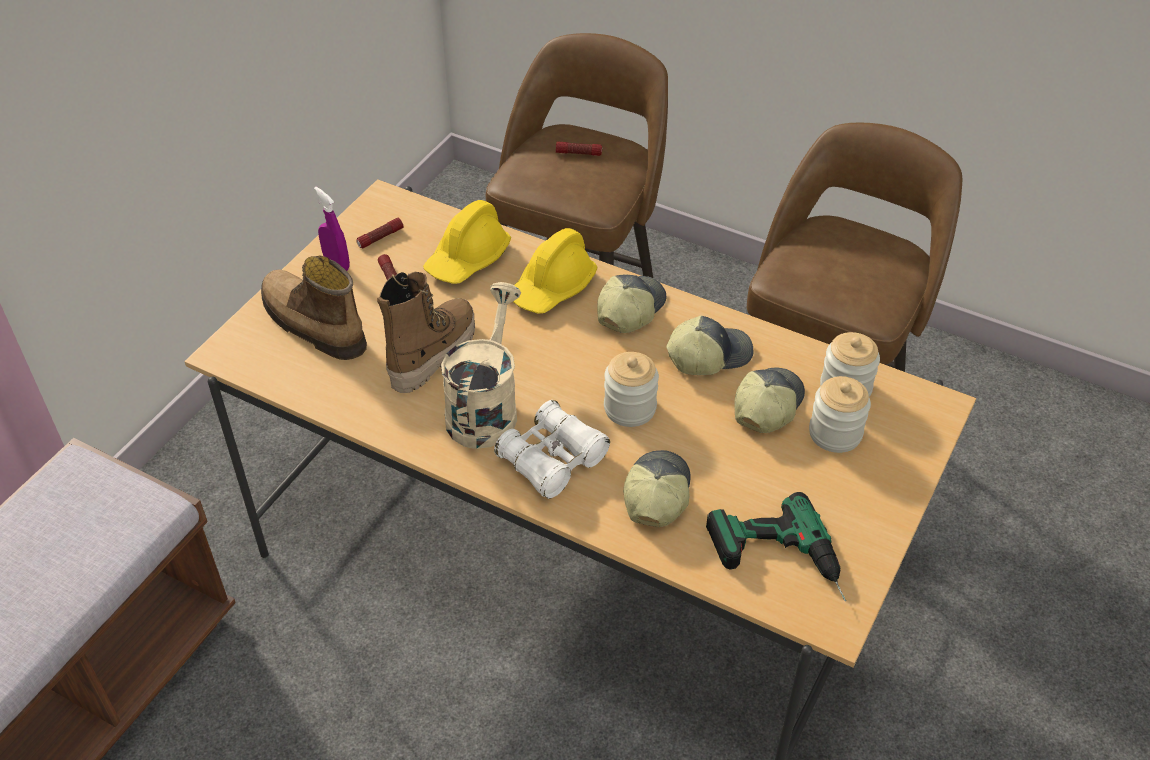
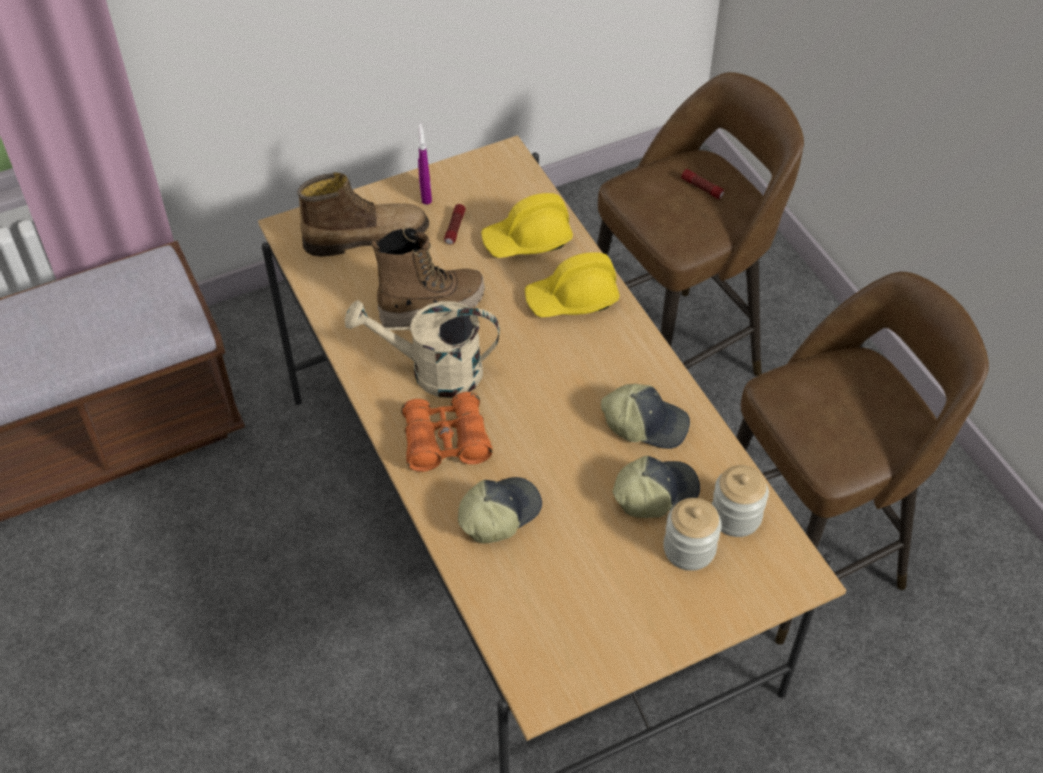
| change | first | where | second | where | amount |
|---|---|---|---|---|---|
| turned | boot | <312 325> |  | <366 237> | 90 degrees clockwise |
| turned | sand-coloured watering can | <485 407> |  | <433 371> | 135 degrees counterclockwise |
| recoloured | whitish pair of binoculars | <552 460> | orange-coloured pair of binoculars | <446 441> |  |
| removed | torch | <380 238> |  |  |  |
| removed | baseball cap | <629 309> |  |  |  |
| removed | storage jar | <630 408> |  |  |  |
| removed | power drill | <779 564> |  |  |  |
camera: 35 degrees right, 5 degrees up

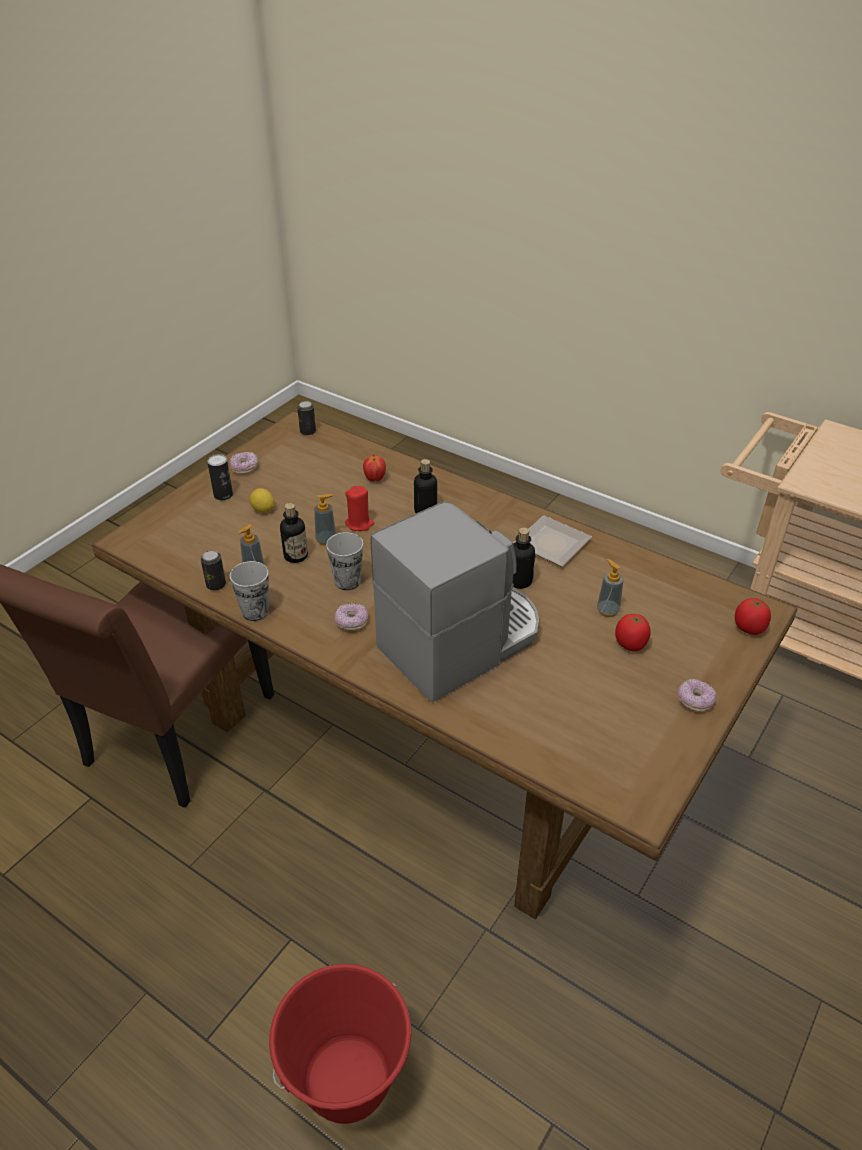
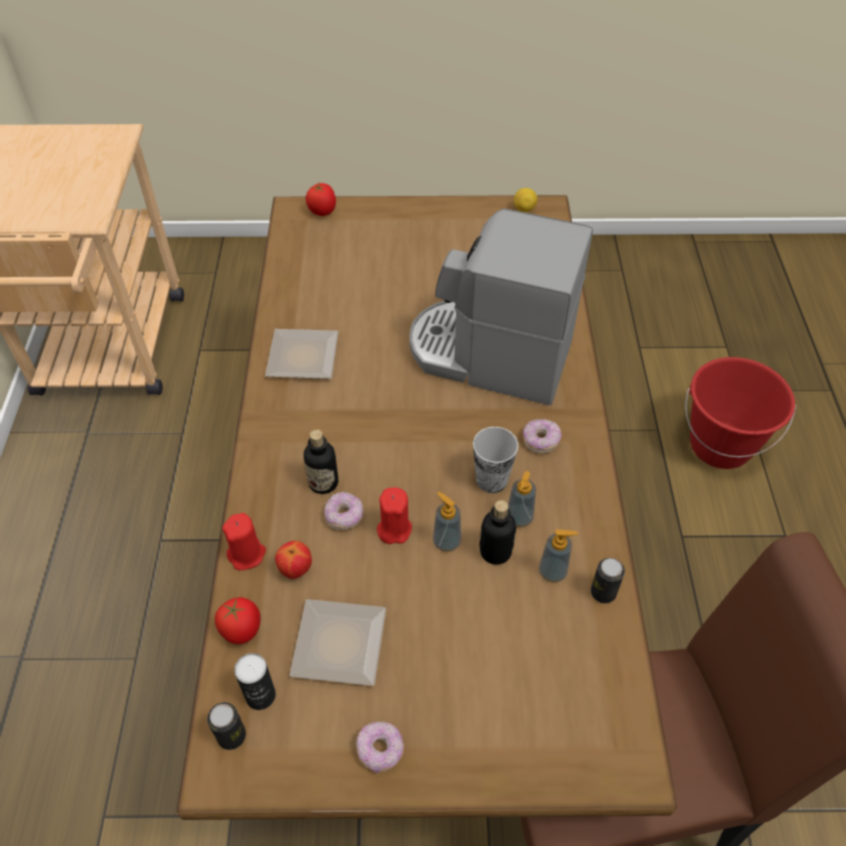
| change | first | where | second | where | amount |
|---|---|---|---|---|---|
| moved | whole tomato | <630 644> |  | <242 629> |  |
| added |  |  | reddish wax light | <247 554> |  |
| moved | sealed can | <223 495> |  | <260 695> |  |
| added |  |  | flat dish | <336 647> |  |
| moved | donut | <695 701> |  | <344 516> |  |
| moved | liquid soap bottle | <607 610> |  | <519 518> |  |
| moved | citrus fruit | <263 510> |  | <524 209> |  |
| removed | drinking cup | <255 611> |  |  |  |
| removed | beverage bottle | <519 581> |  |  |  |
camera: 125 degrees left, 10 degrees up

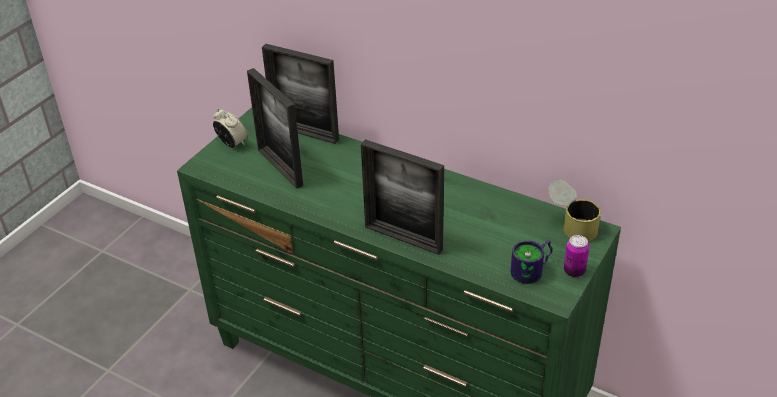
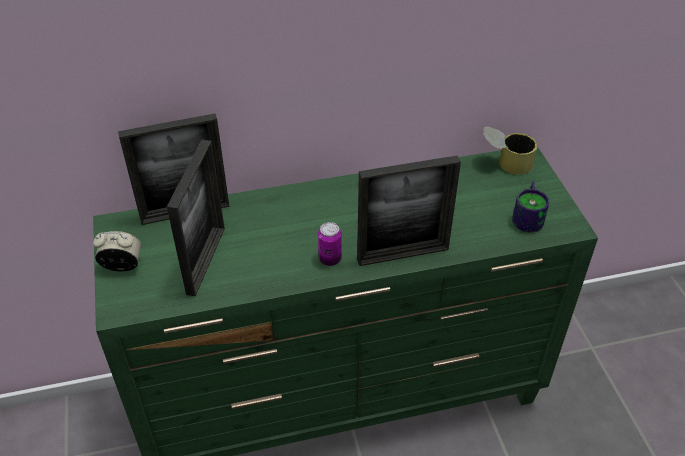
| change | first | where | second | where | amount |
|---|---|---|---|---|---|
| turned | picture frame | <280 167> |  | <206 260> | 90 degrees counterclockwise |
| moved | sealed can | <574 271> |  | <330 259> |  |
camera: 45 degrees left, 5 degrees up

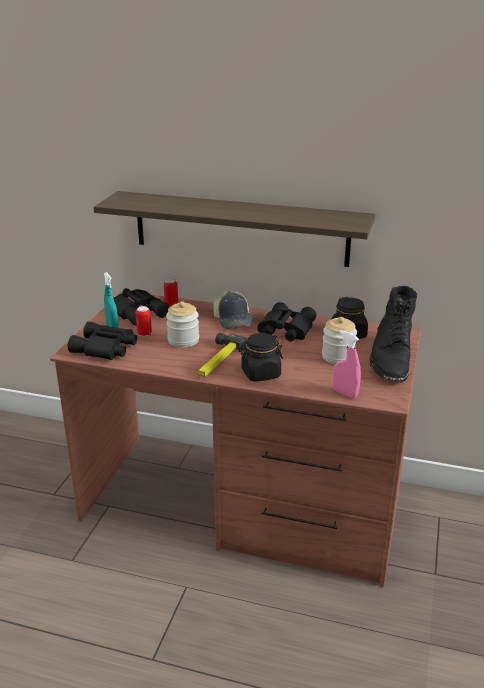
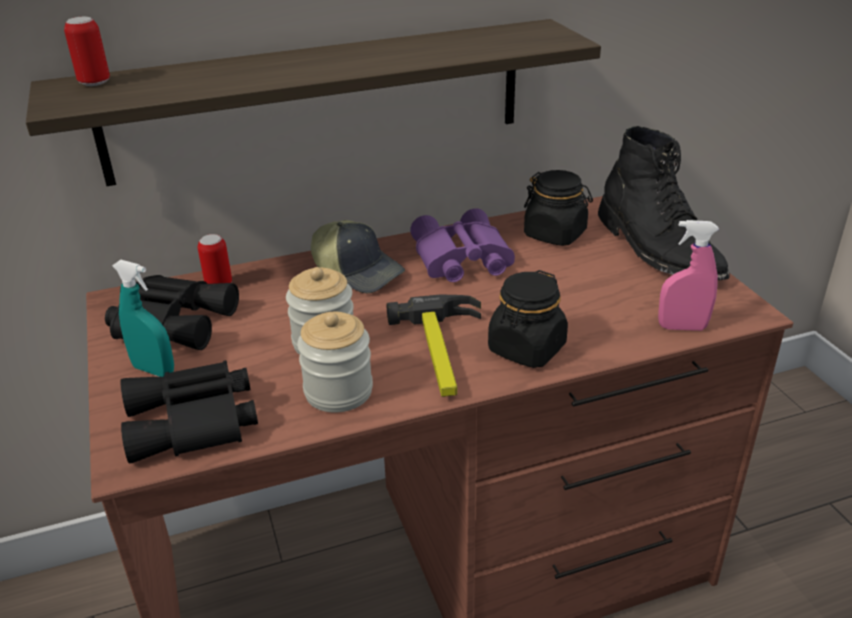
| change | first | where | second | where | amount |
|---|---|---|---|---|---|
| moved | sealed can | <144 334> |  | <94 82> |  |
| moved | storage jar | <338 357> |  | <338 391> |  |
| recoloured | black pair of binoculars | <285 330> | purple pair of binoculars | <460 260> |  |
camera: 35 degrees left, 5 degrees up

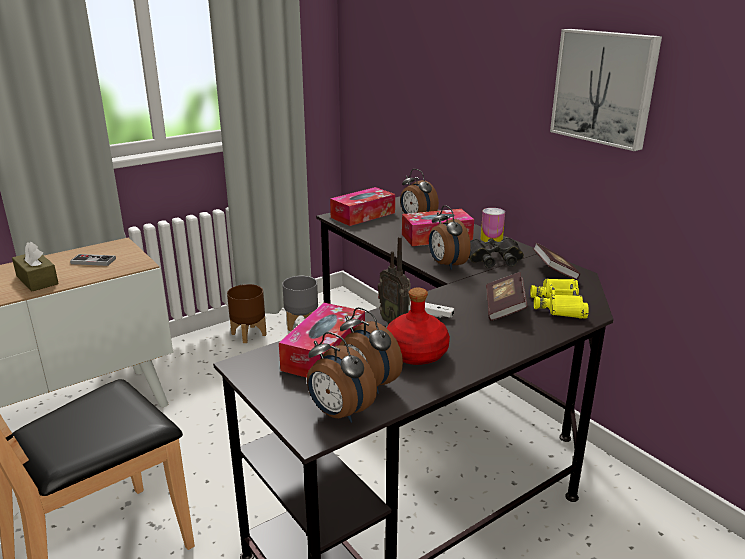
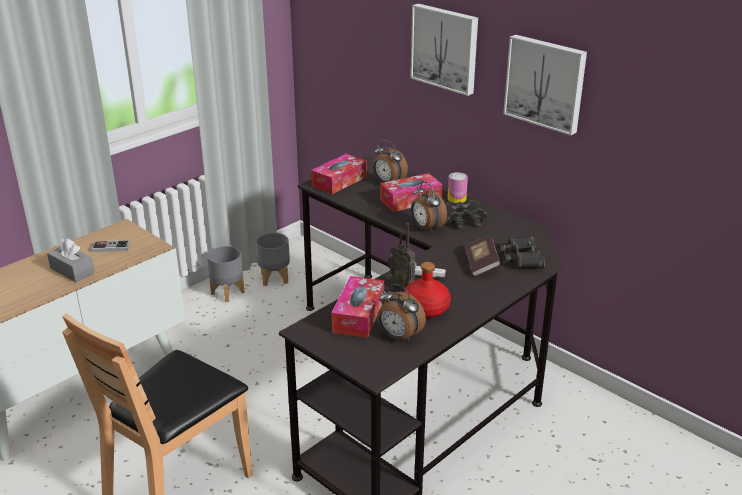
| change | first | where | second | where | amount |
|---|---|---|---|---|---|
| recoloured | brownish box of tissues | <37 280> | grey box of tissues | <72 270> |  |
| recoloured | brownish plant pot | <249 334> | grey plant pot | <228 293> |  |
| added |  |  | wall picture | <445 48> |  |
| recoloured | yellowish pair of binoculars | <559 304> | black pair of binoculars | <521 257> |  |
| removed | bedside clock | <339 414> |  |  |  |
| removed | volume | <554 272> |  |  |  |
camera: 10 degrees left, 5 degrees up

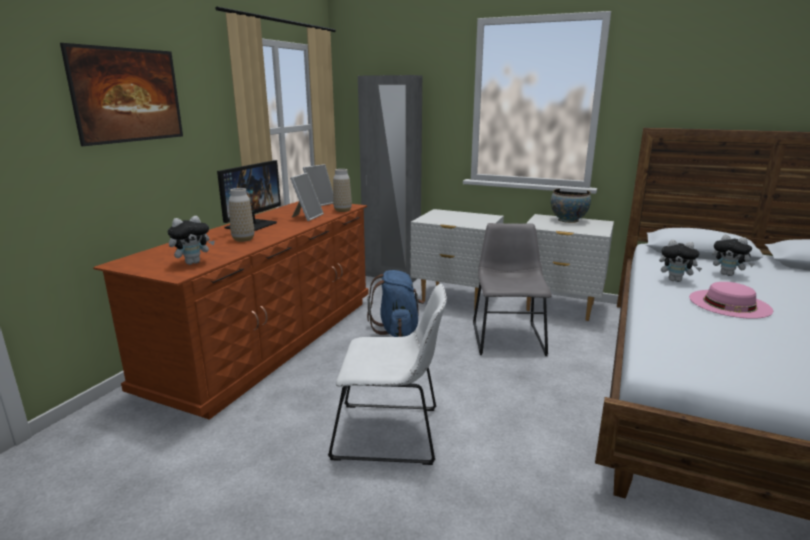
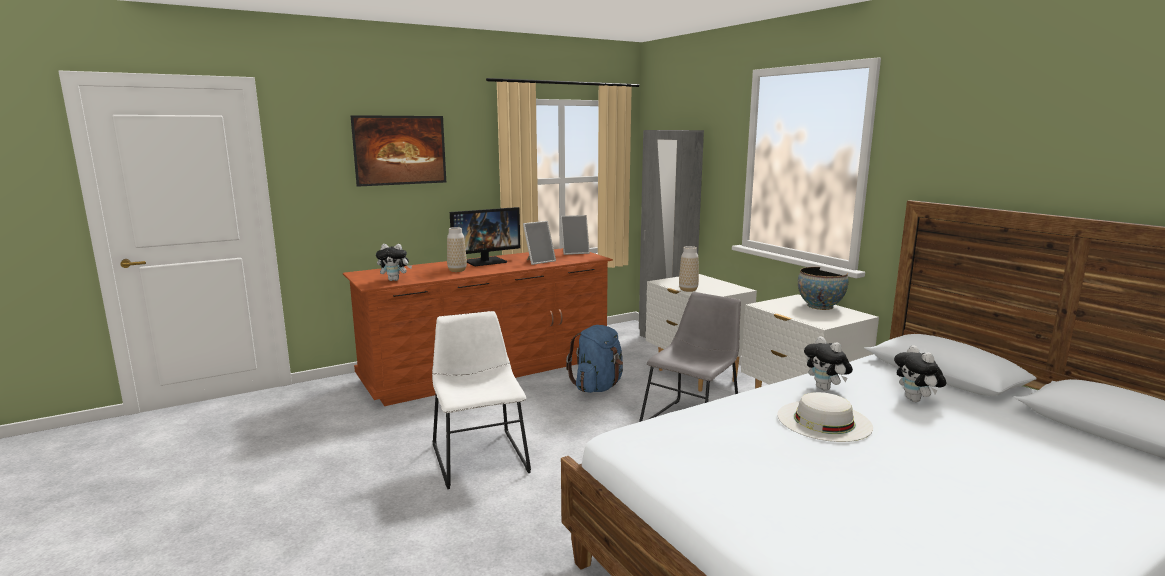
| change | first | where | second | where | amount |
|---|---|---|---|---|---|
| turned | whitish plain chair | <392 433> |  | <479 456> | 150 degrees counterclockwise |
| moved | flower vase | <342 210> |  | <688 290> |  |
| recoloured | pinkish clothing hat | <729 303> | whitish clothing hat | <824 421> |  |
camera: 35 degrees right, 5 degrees down

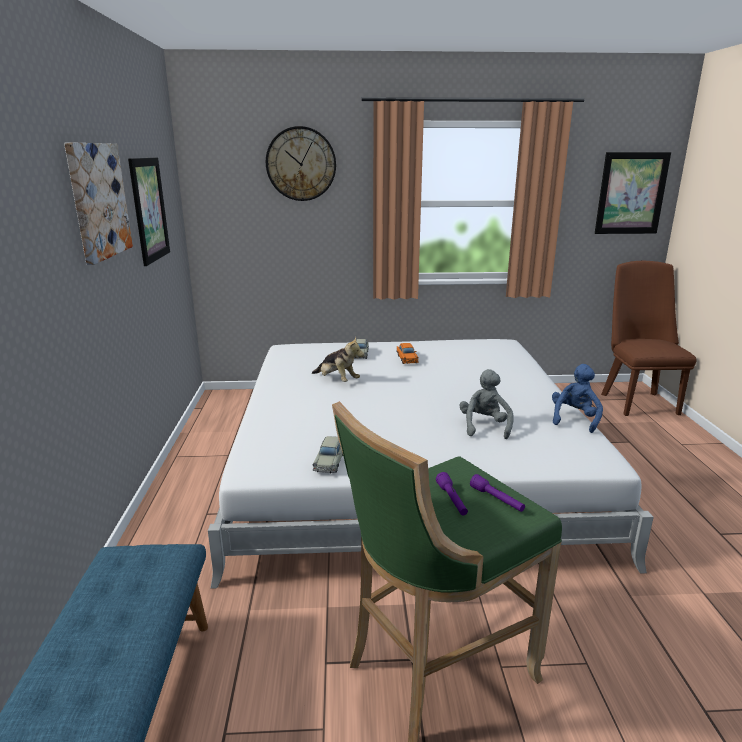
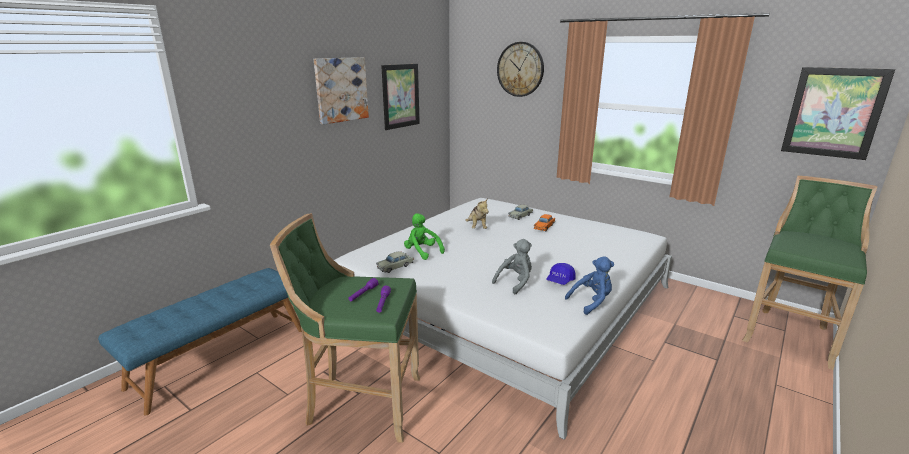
| change | first | where | second | where | amount |
|---|---|---|---|---|---|
| added |  |  | green-coloured soft toy | <422 252> |  |
| added |  |  | bluish baseball cap | <560 281> |  |
| replaced | brownish plain chair | <636 401> | green-coloured sitting stool | <790 335> |  |
camera: 40 degrees right, 0 degrees up

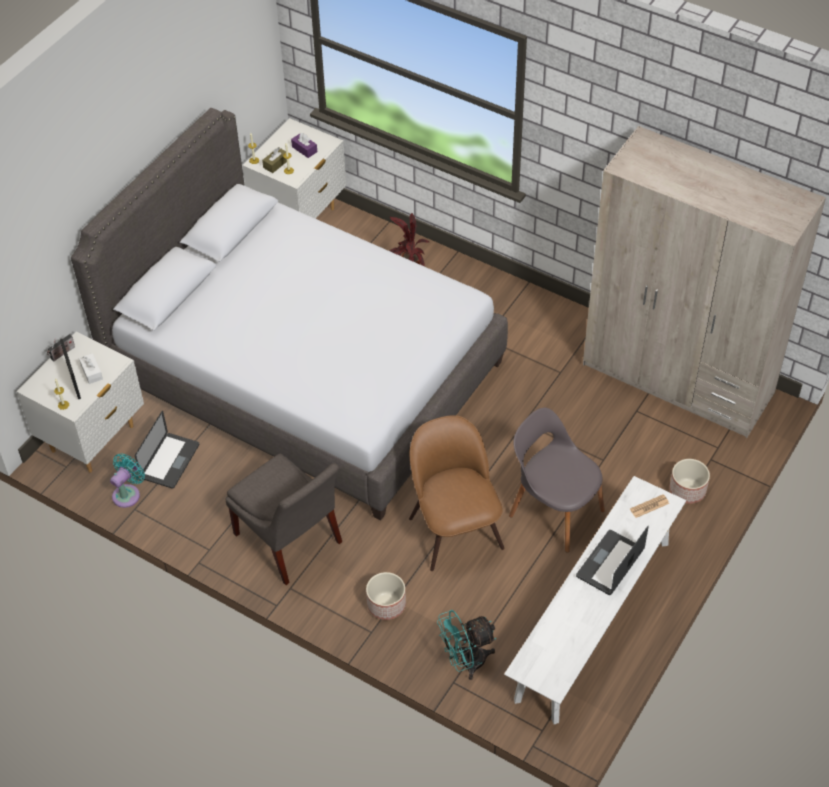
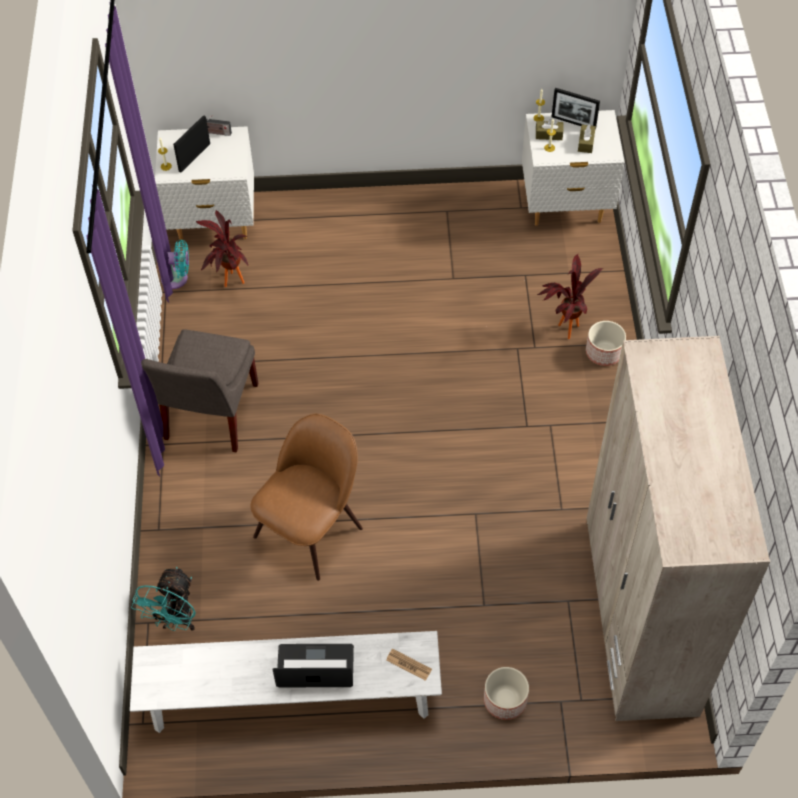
| change | first | where | second | where | amount |
|---|---|---|---|---|---|
| turned | blue-green fan | <466 662> |  | <175 620> | 105 degrees counterclockwise |
| replaced | portable computer | <170 461> | houseplant | <230 284> |  |
| added |  |  | picture frame | <573 122> |  |
| recoloured | purple box of tissues | <304 149> | brownish box of tissues | <586 143> |  |
| moved | plant pot | <387 605> |  | <604 353> |  |
| removed | grey sleeping bed | <305 373> |  |  |  |
| removed | whitish box of tissues | <91 372> |  |  |  |
| removed | grey plain chair | <554 511> |  |  |  |
camera: 55 degrees right, 5 degrees up

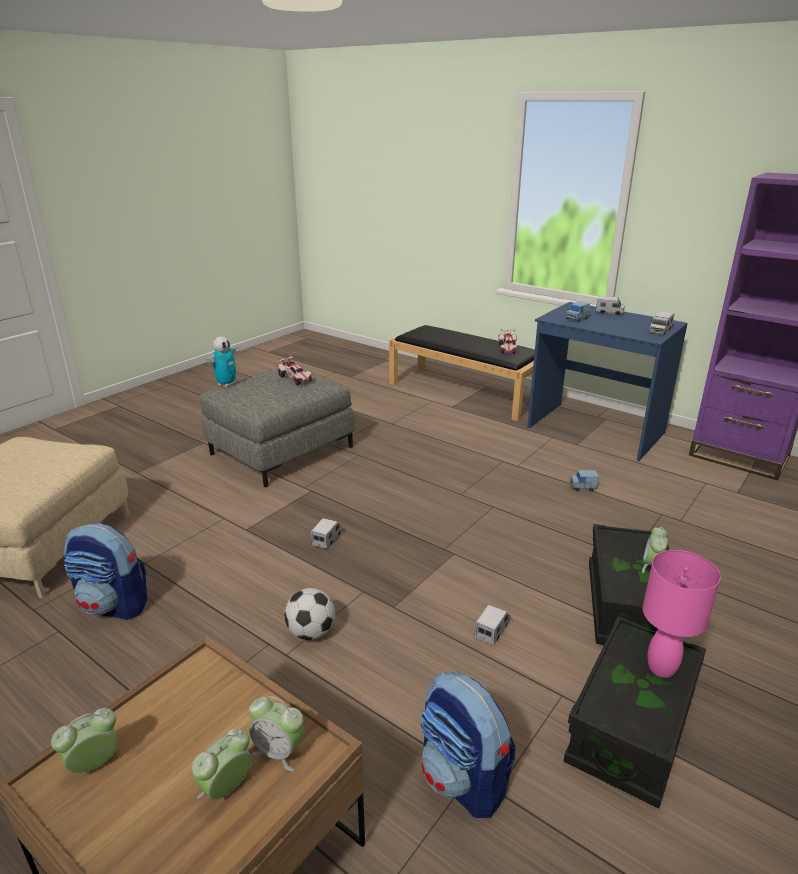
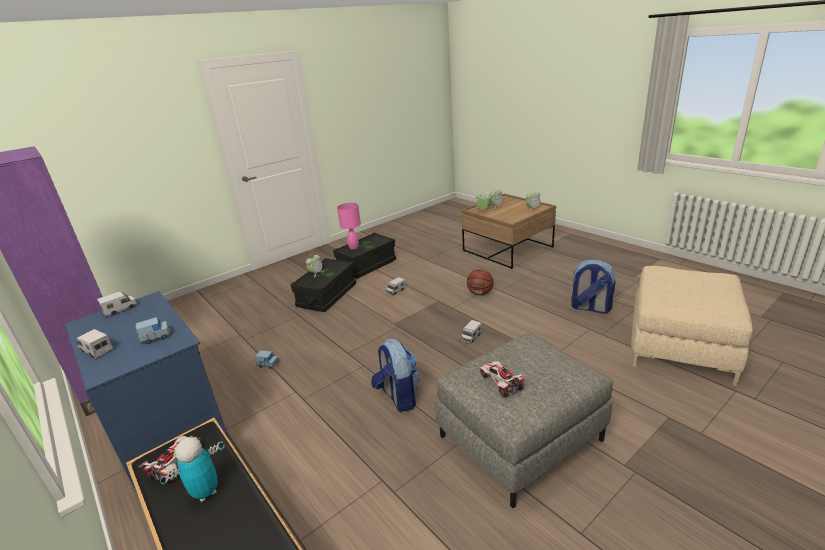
| change | first | where | second | where | amount |
|---|---|---|---|---|---|
| moved | robot figure | <226 384> |  | <206 493> |  |
| moved | knapsack | <463 779> |  | <398 397> |  |
| replaced | football | <311 632> | basketball ball | <480 293> |  |
camera: 165 degrees left, 0 degrees up

